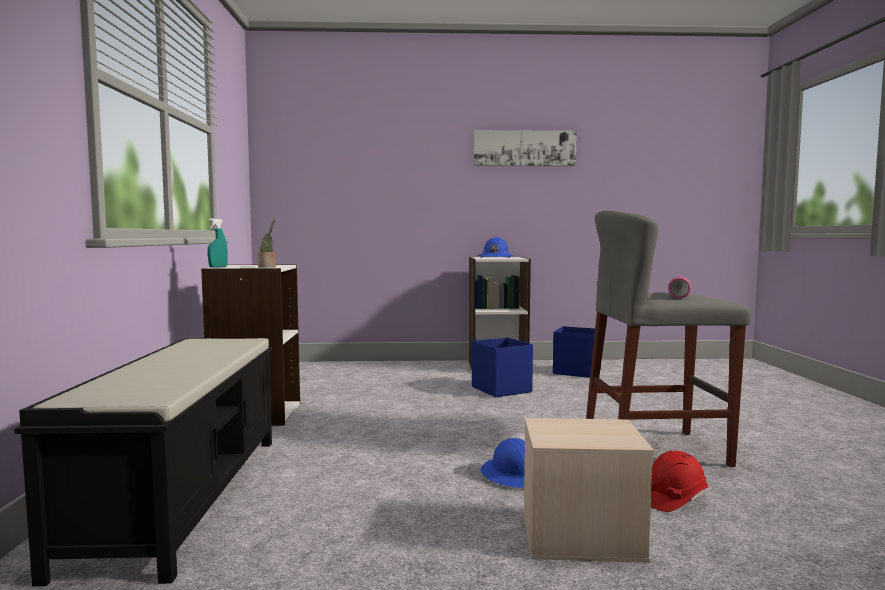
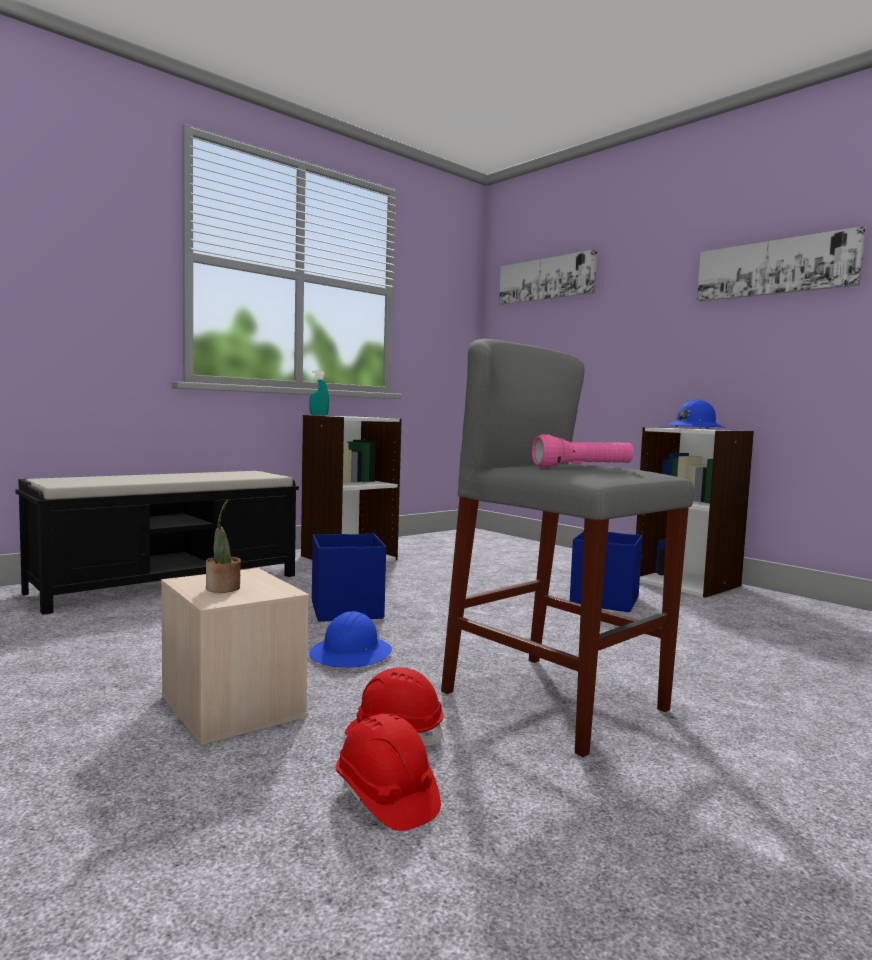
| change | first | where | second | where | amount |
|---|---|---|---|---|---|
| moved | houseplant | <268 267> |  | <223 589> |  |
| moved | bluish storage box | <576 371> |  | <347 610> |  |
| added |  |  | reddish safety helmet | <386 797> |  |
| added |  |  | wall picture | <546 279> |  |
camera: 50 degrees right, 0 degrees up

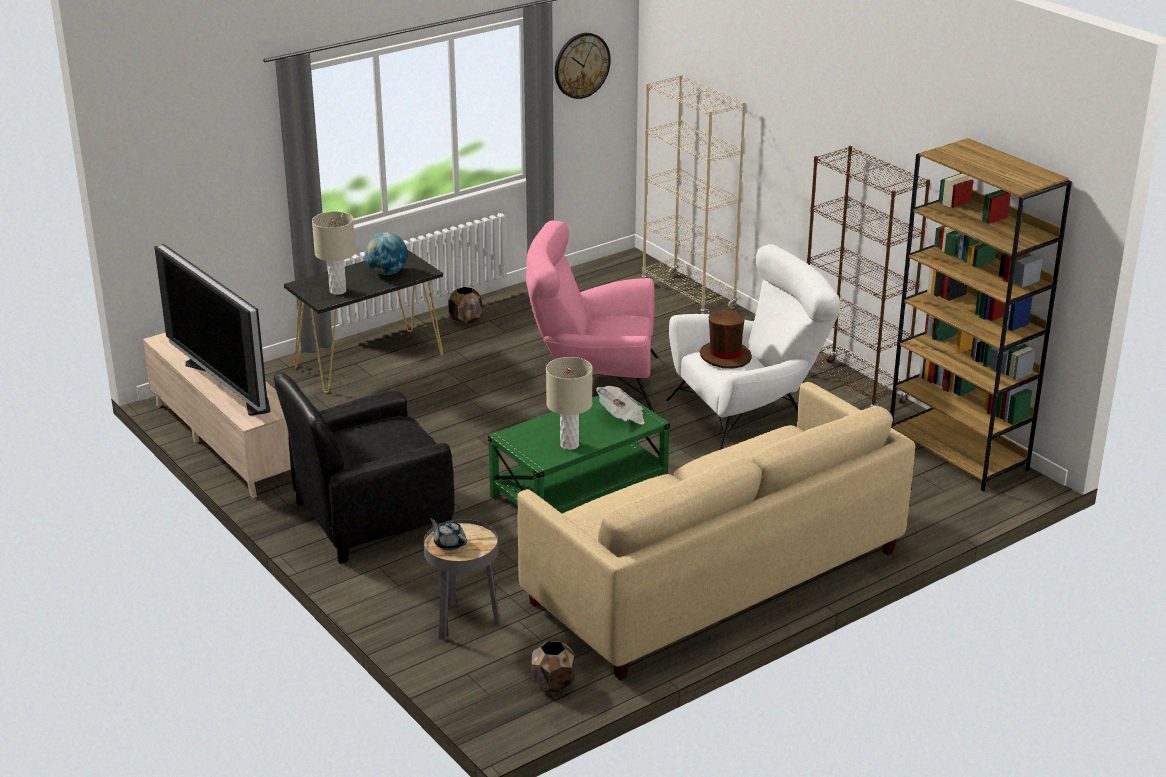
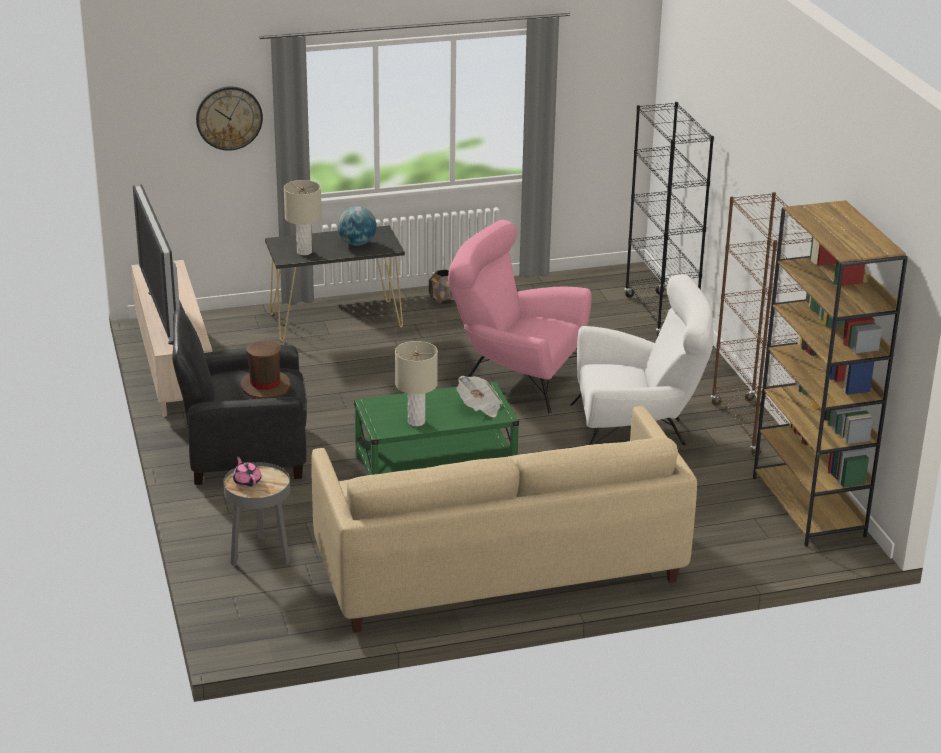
| change | first | where | second | where | amount |
|---|---|---|---|---|---|
| moved | clock on the wall | <581 65> |  | <229 118> |  |
| recoloured | grey pot for tea | <449 544> | pinkish pot for tea | <247 481> |  |
| moved | brownish clothing hat | <725 356> |  | <265 386> |  |
| recoloured | sand-coloured shelving unit | <688 296> | black shelving unit | <660 315> |  |
| removed | brownish plant pot | <553 684> |  |  |  |
camera: 20 degrees right, 0 degrees up

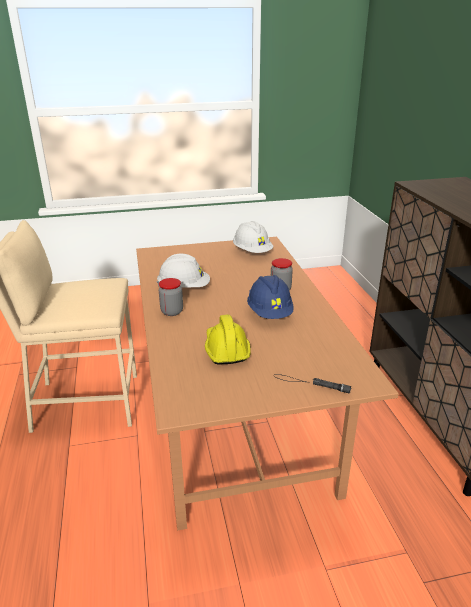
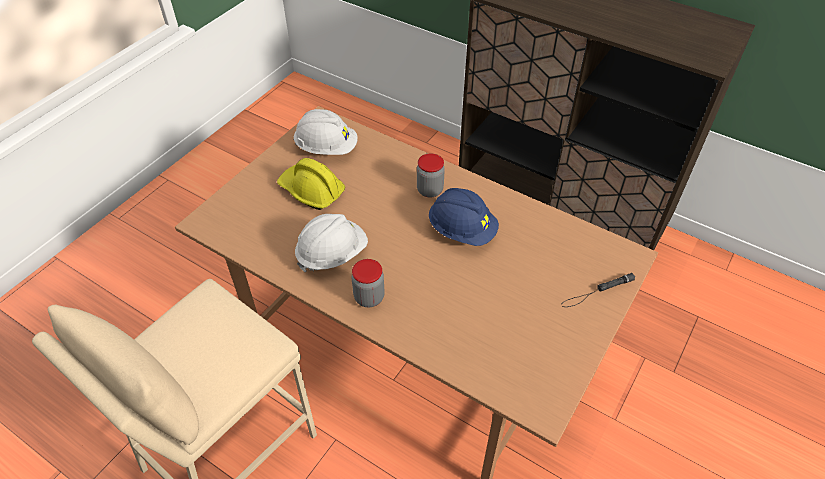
| change | first | where | second | where | amount |
|---|---|---|---|---|---|
| moved | yellowish safety helmet | <226 349> |  | <311 191> |  |
camera: 45 degrees left, 20 degrees up

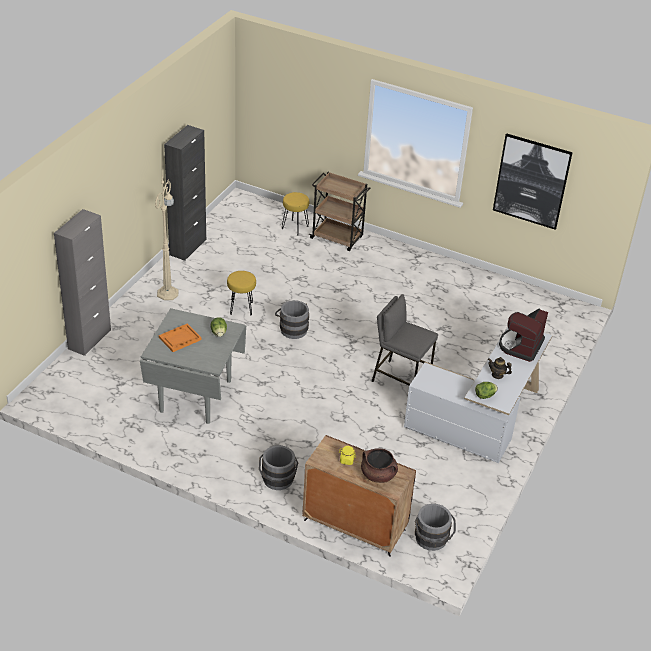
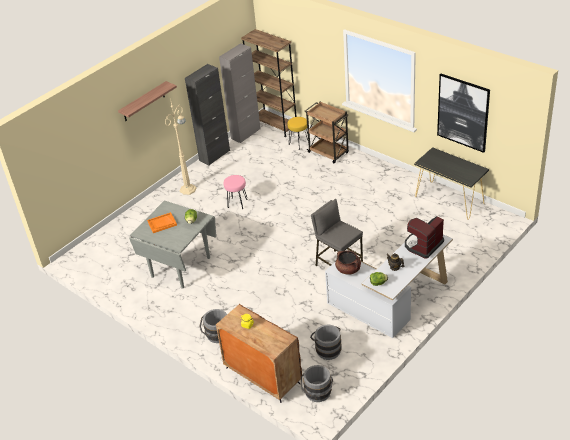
| change | first | where | second | where | amount |
|---|---|---|---|---|---|
| added |  |  | bracket shelf | <143 102> |  |
| moved | grey cabinet | <89 339> |  | <245 134> |  |
| recoloured | yellowish sitting stool | <241 308> | pinkish sitting stool | <237 203> |  |
| added |  |  | brownish shelving unit | <274 125> |  |
| moved | grey water bucket | <292 329> |  | <327 349> |  |
| moved | brownish cooking pot | <378 475> |  | <348 269> |  |
| added |  |  | black console table | <449 200> |  |
camera: 20 degrees right, 0 degrees up

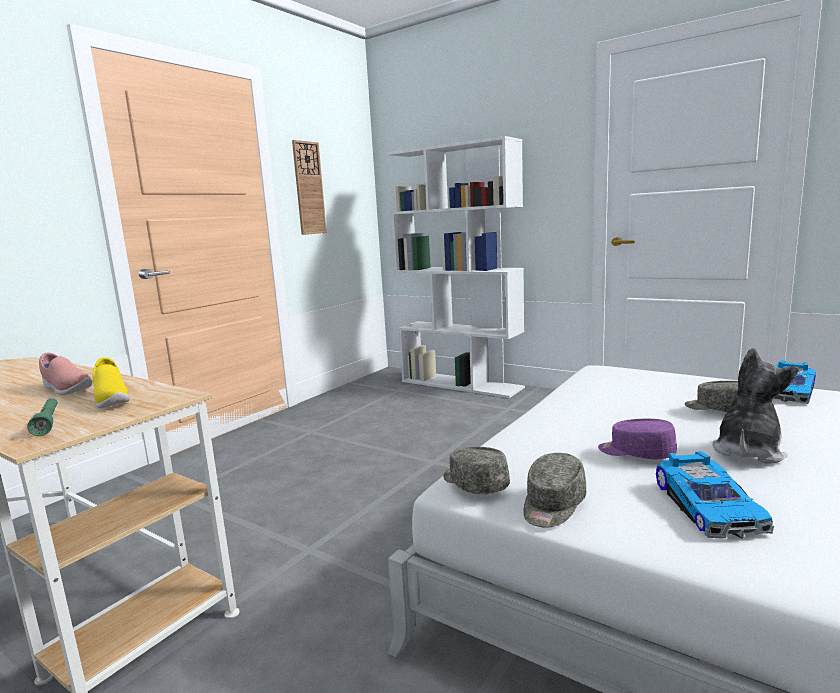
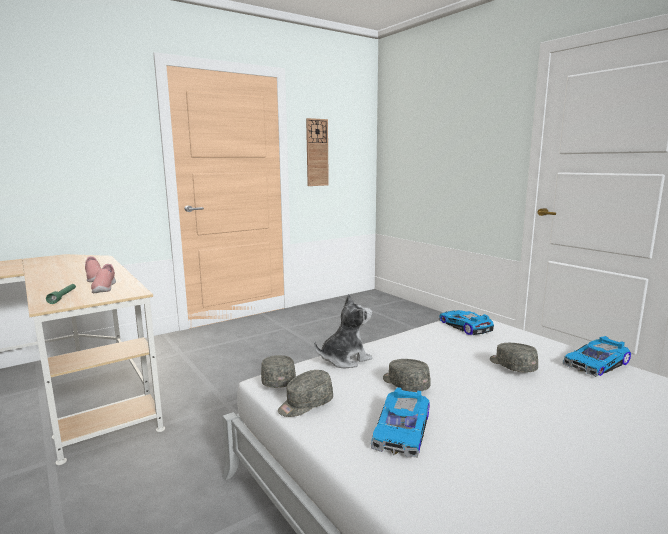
| change | first | where | second | where | amount |
|---|---|---|---|---|---|
| recoloured | yellowish item of footwear | <111 400> | pinkish item of footwear | <104 289> |  |
| moved | soft toy | <748 450> |  | <344 359> |  |
| recoloured | purple baseball cap | <635 453> | grey baseball cap | <404 384> |  |
| added |  |  | model car | <464 326> |  |
| removed | whitish shelving unit | <462 384> |  |  |  |
camera: 20 degrees right, 0 degrees up

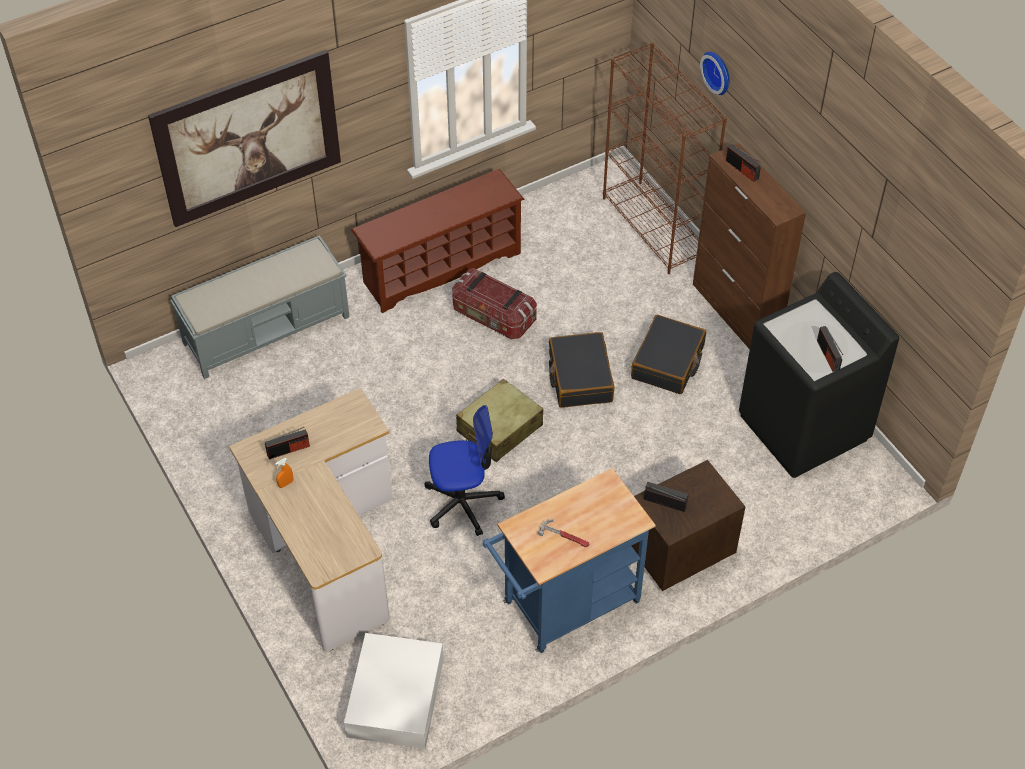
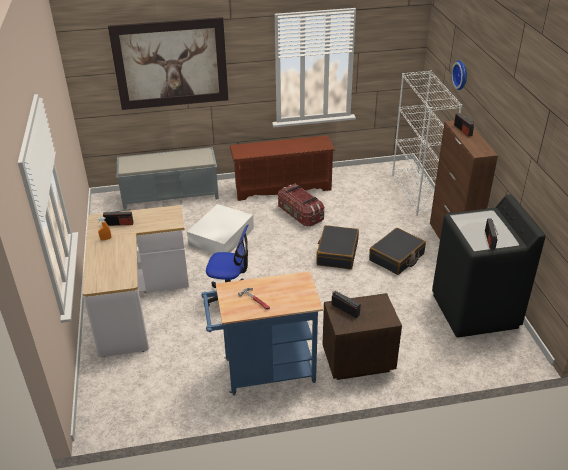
| change | first | where | second | where | amount |
|---|---|---|---|---|---|
| moved | whitish storage box | <394 698> |  | <220 237> |  |
| recoloured | brownish shelving unit | <655 227> | whitish shelving unit | <417 193> |  |
| removed | sand-coloured suitcase | <499 429> |  |  |  |
camera: 20 degrees right, 15 degrees down

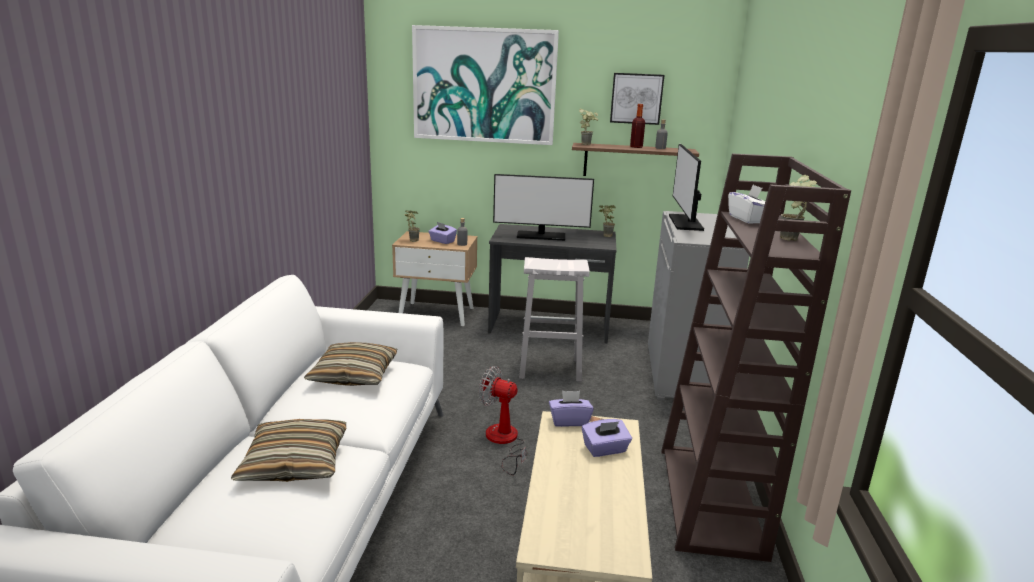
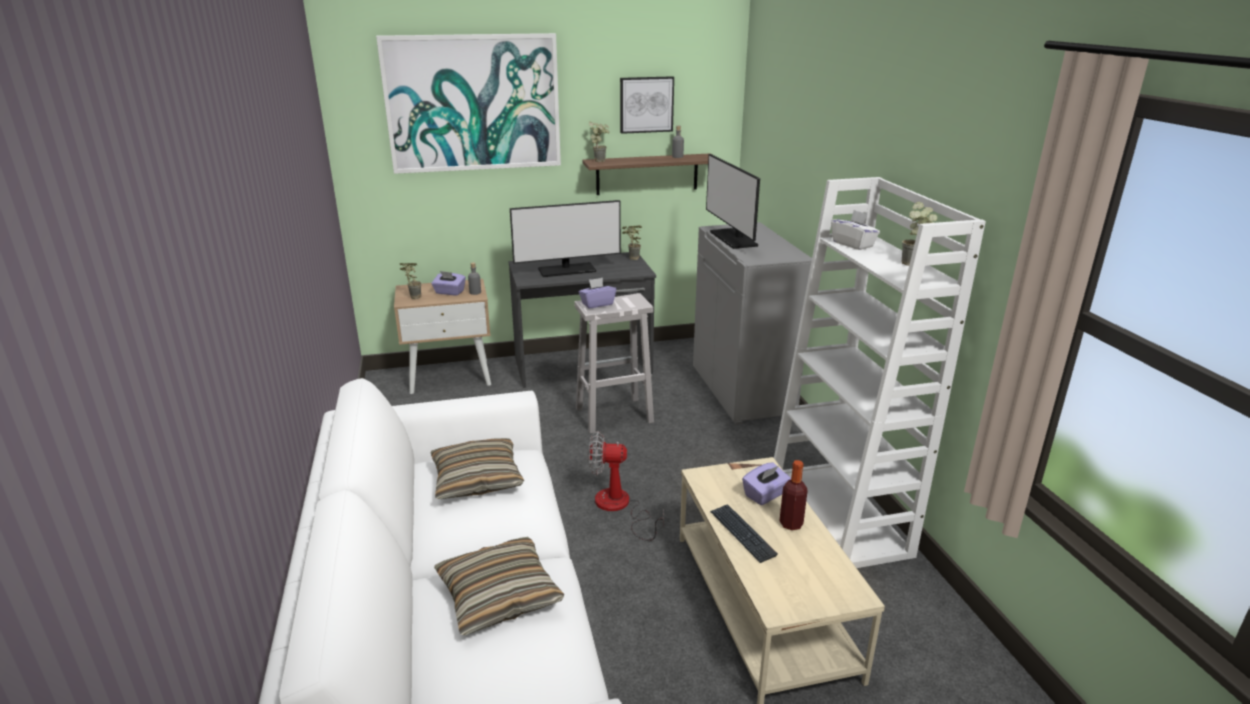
| change | first | where | second | where | amount |
|---|---|---|---|---|---|
| moved | purple box of tissues | <569 421> |  | <597 304> |  |
| added |  |  | keyboard | <742 534> |  |
| recoloured | brownish shelving unit | <711 501> | whitish shelving unit | <840 515> |  |
| moved | beverage bottle | <636 147> |  | <791 524> |  |
camera: 20 degrees left, 5 degrees up

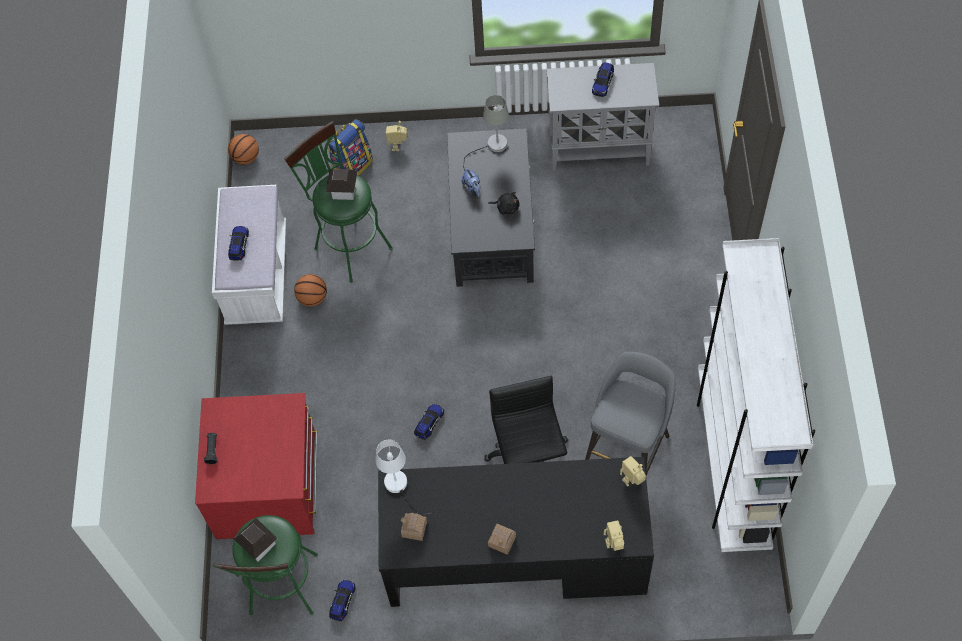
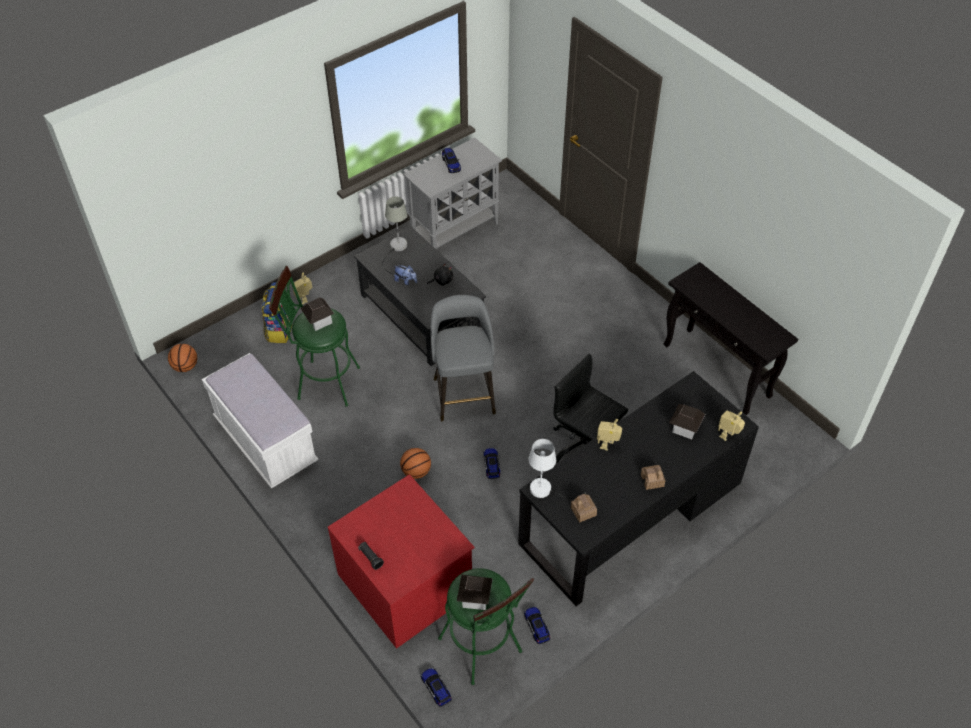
| change | first | where | second | where | amount |
|---|---|---|---|---|---|
| moved | basketball ball | <312 298> |  | <416 471> |  |
| moved | model car | <239 245> |  | <436 689> |  |
| moved | grey sitting stool | <628 447> |  | <464 394> |  |
| moved | robot figure | <632 481> |  | <607 445> |  |
| replaced | whitish shelving unit | <732 464> | black console table | <717 371> |  |
| added |  |  | miniature house | <685 427> |  |
camera: 40 degrees left, 10 degrees down

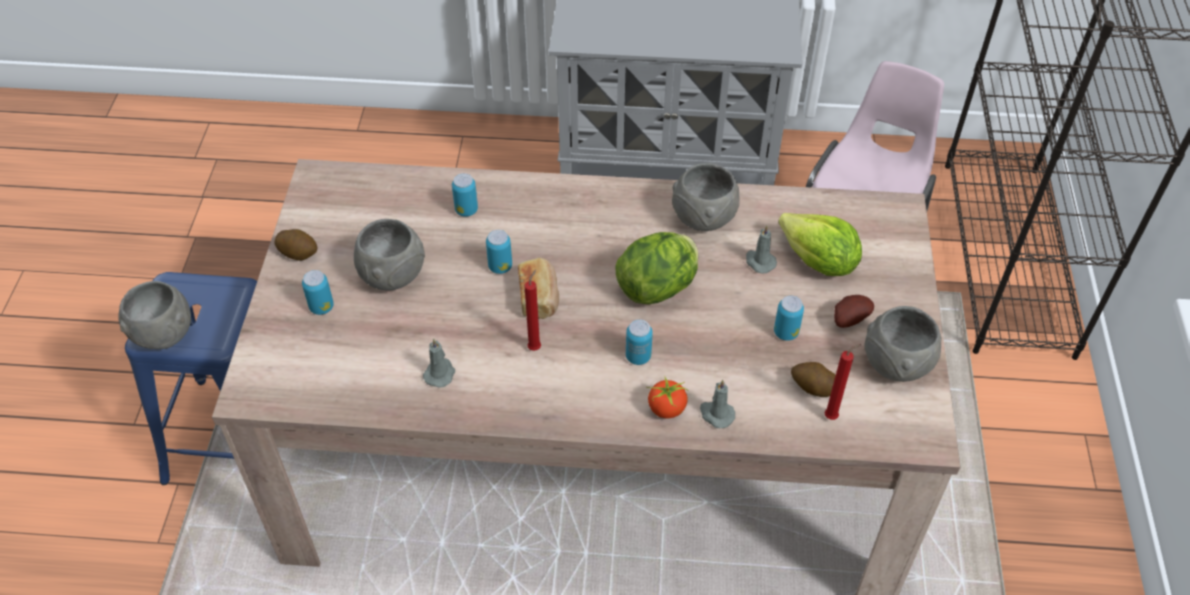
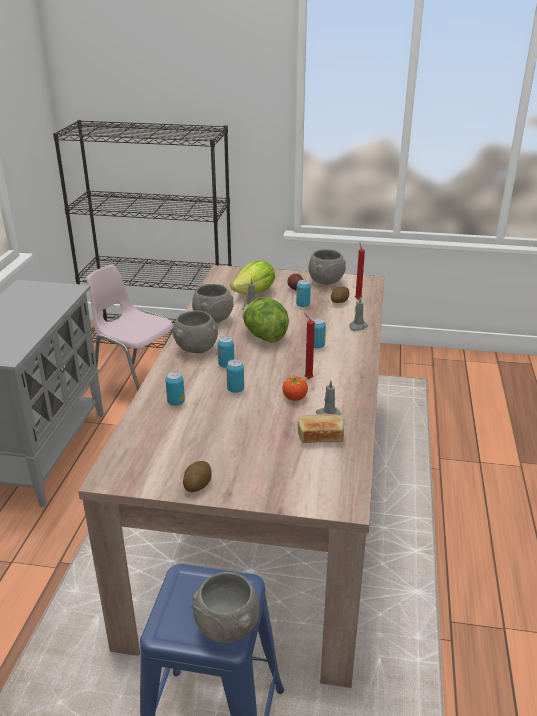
| change | first | where | second | where | amount |
|---|---|---|---|---|---|
| moved | grey deep dish | <391 275> |  | <195 350> |  |
| moved | sealed can | <321 307> |  | <226 365> |  |
| moved | whole tomato | <666 409> |  | <295 398> |  |
| moved | bread | <539 297> |  | <320 436> |  |
camera: 85 degrees left, 20 degrees down

